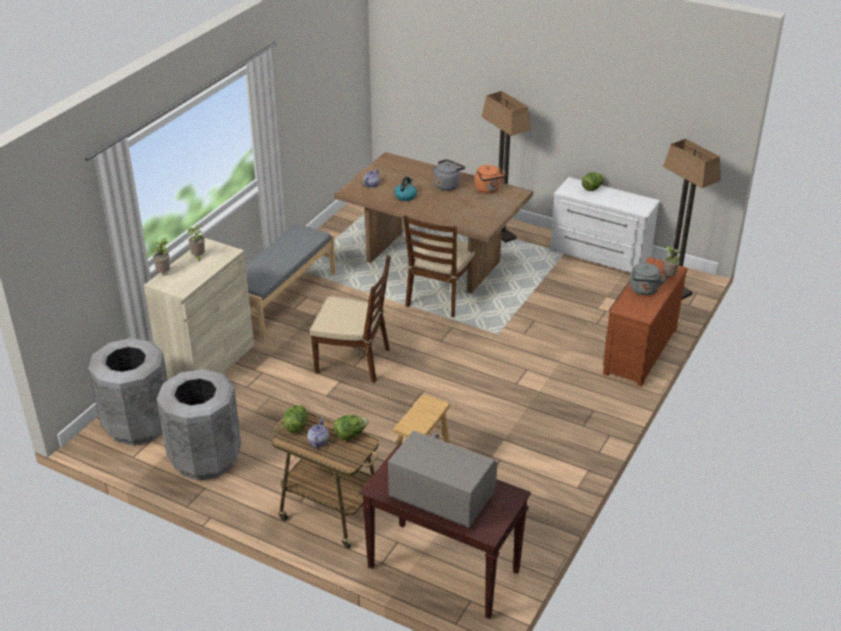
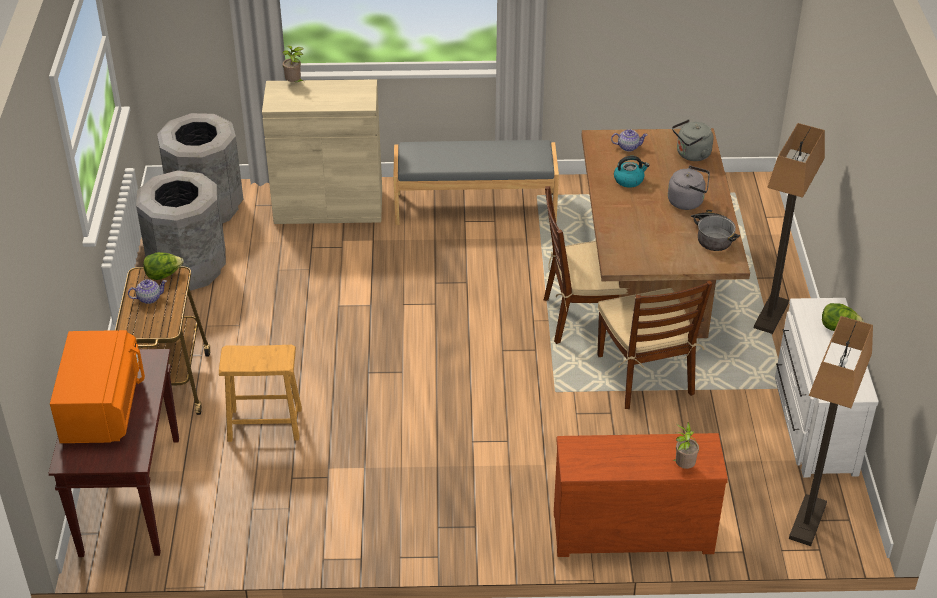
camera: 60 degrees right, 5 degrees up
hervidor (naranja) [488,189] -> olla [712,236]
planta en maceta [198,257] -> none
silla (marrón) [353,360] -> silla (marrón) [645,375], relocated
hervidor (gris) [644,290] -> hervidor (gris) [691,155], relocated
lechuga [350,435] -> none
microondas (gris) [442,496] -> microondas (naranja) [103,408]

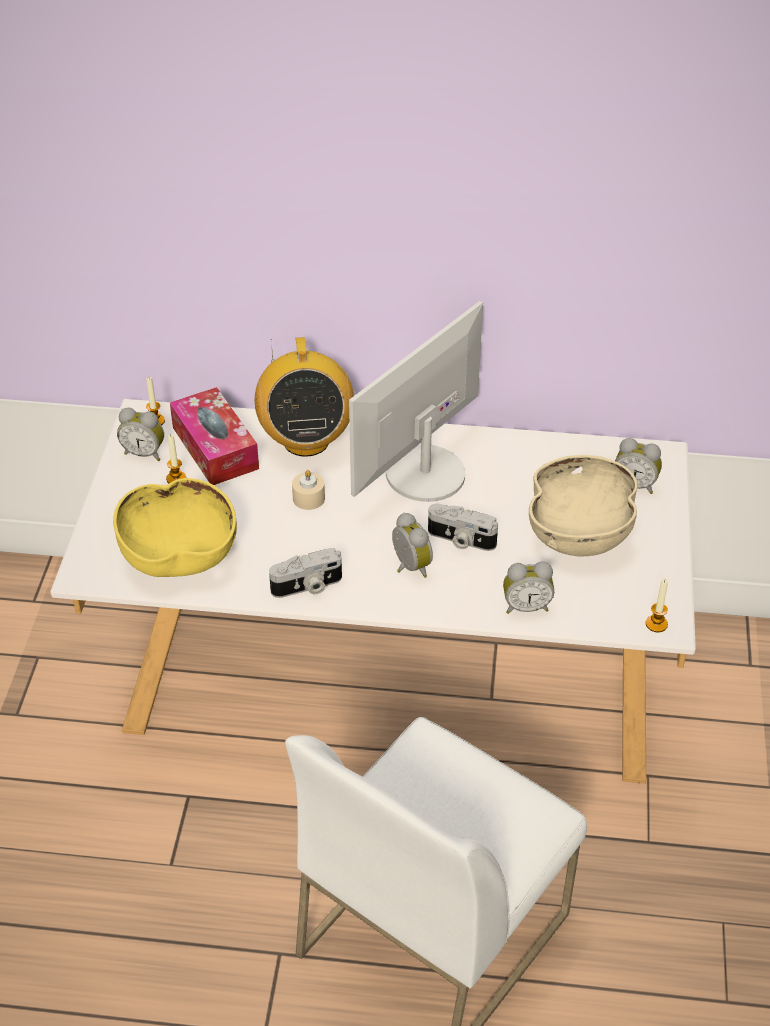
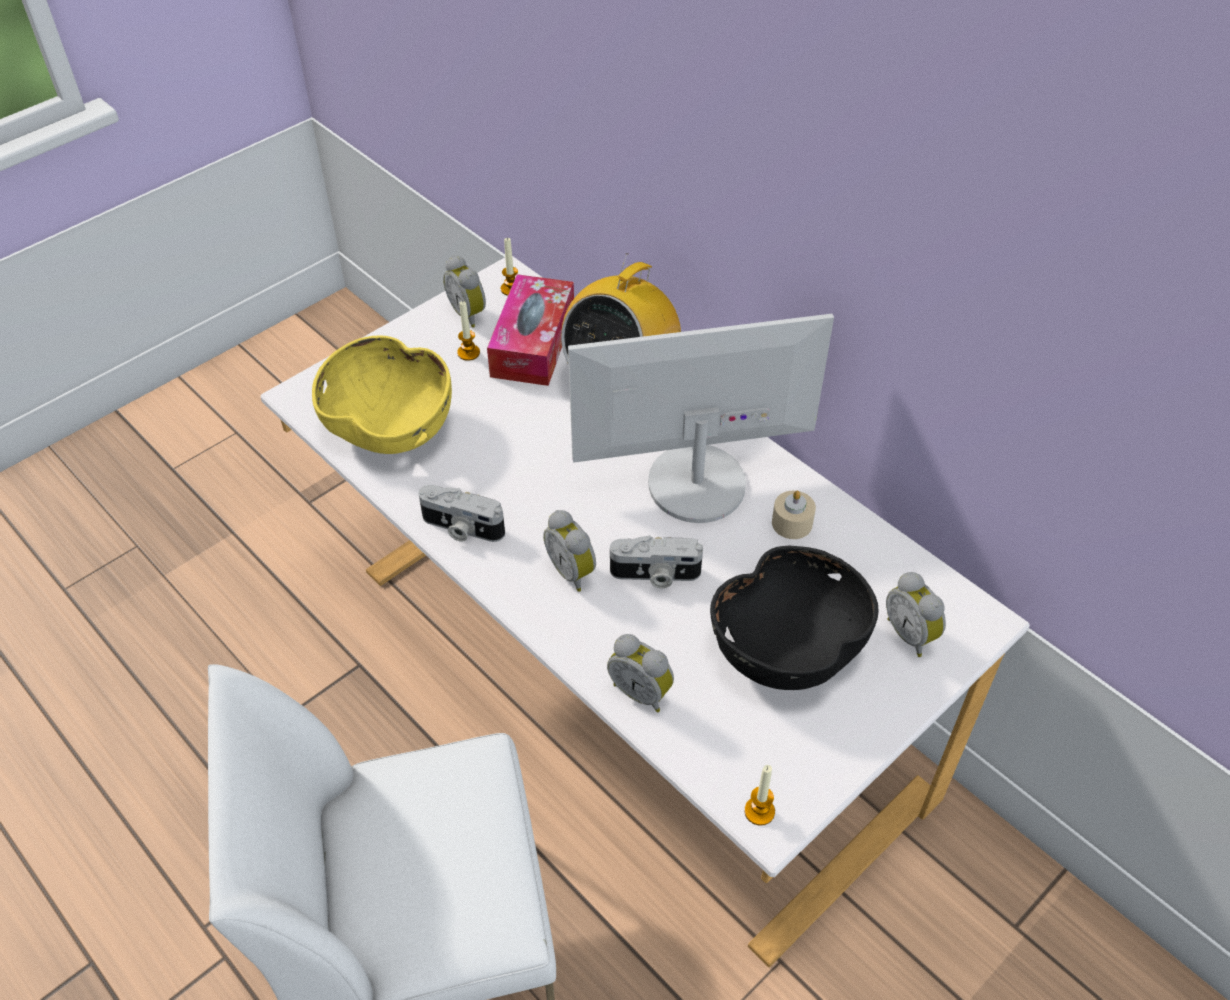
camera: 40 degrees right, 5 degrees up
cuenco (beis) [580,533] -> cuenco (negro) [788,649]
vela (beis) [308,498] -> vela (beis) [792,523], relocated
cámara [460,540] -> cámara [655,575], 60 degrees counterclockwise
despertador [409,567] -> despertador [573,571], 135 degrees clockwise

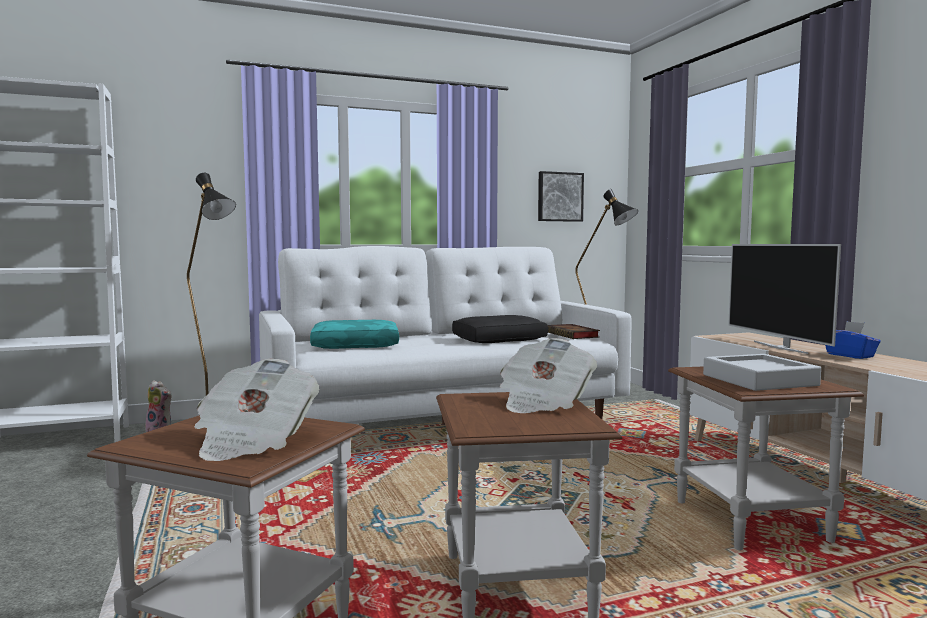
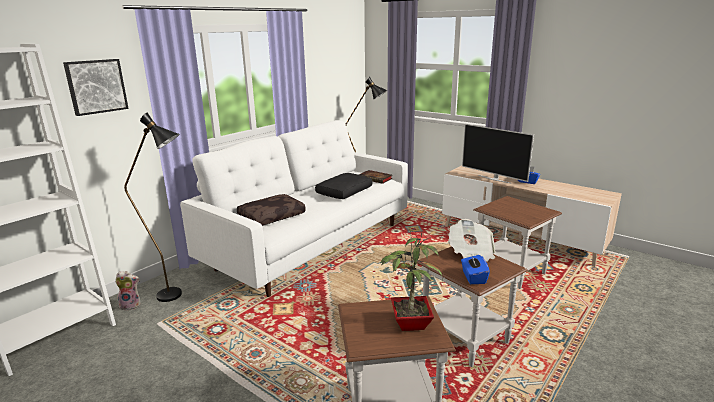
camera: 30 degrees left, 15 degrees up
cuadro [559,197] -> cuadro [96,86], relocated
cojín (turquesa) [356,345] -> cojín (marrón) [271,216]
bandeja (gris) [759,380] -> none
periódico [254,441] -> planta en maceta [409,324]
none -> caja de pañuelos (azul) [473,277]

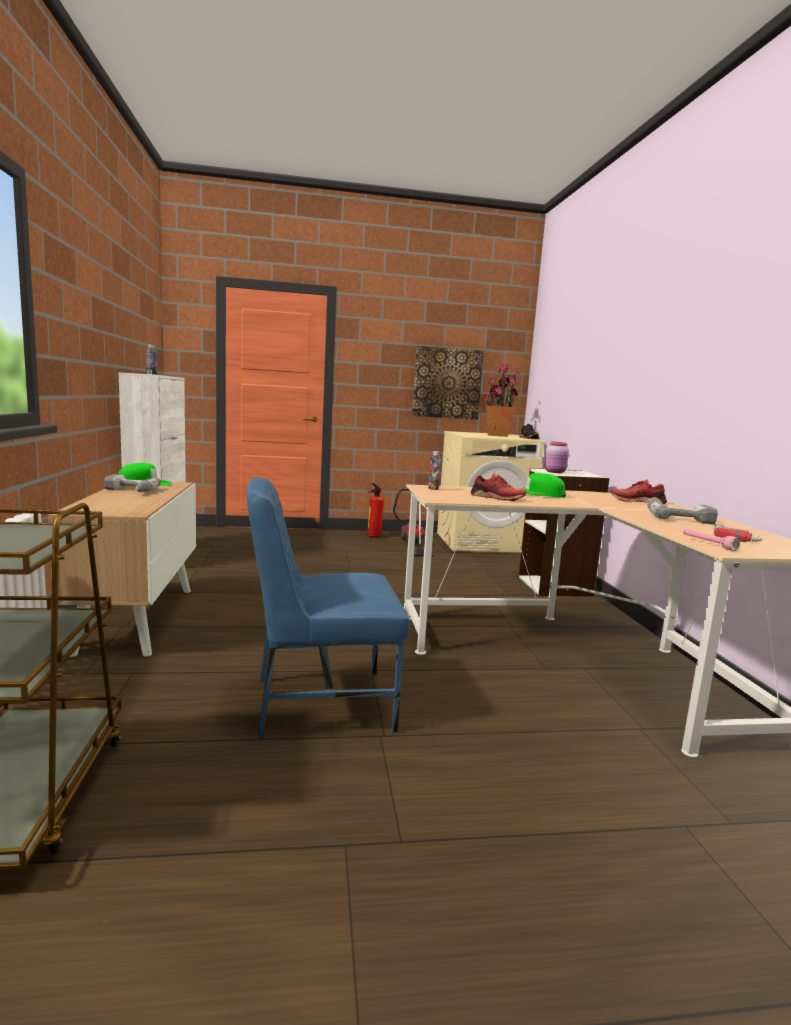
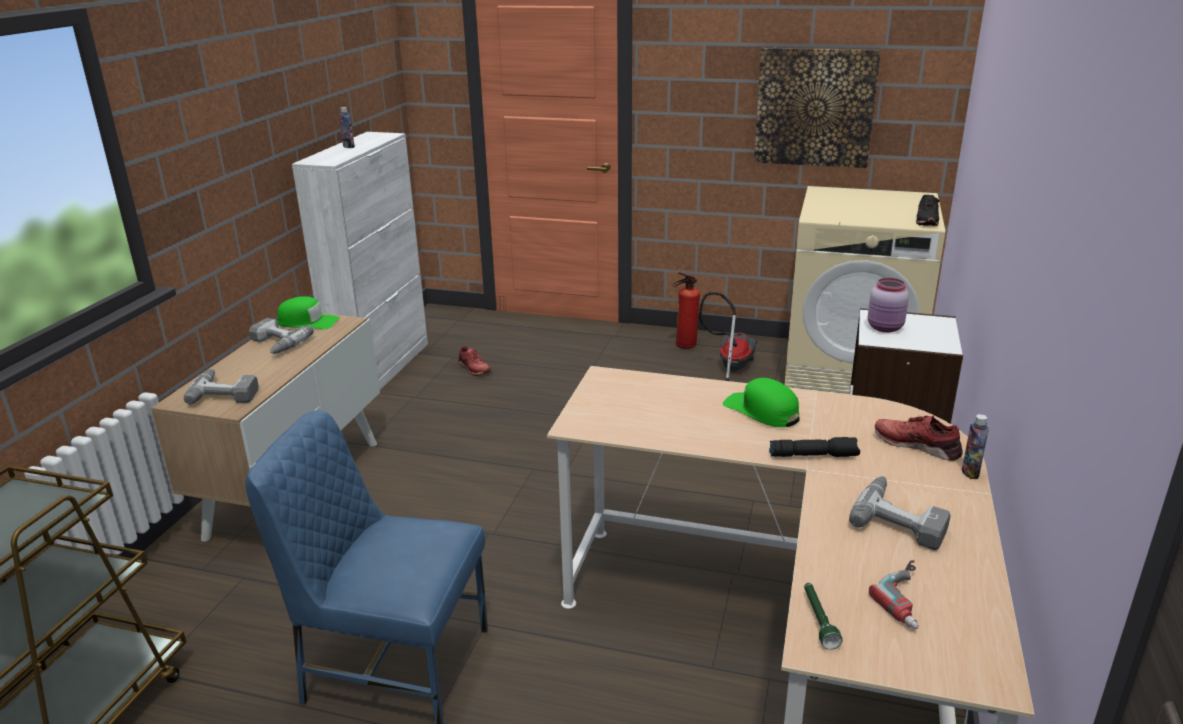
camera: 25 degrees right, 15 degrees up
planta en maceta [497,435] -> none
botella [433,489] -> botella [970,472], relocated
zapato (rojo) [497,497] -> zapato (rojo) [473,368], relocated
linterna (rosa) [707,544] -> linterna (verde) [818,620]
none -> taladro [227,391]
none -> linterna (negro) [813,455]

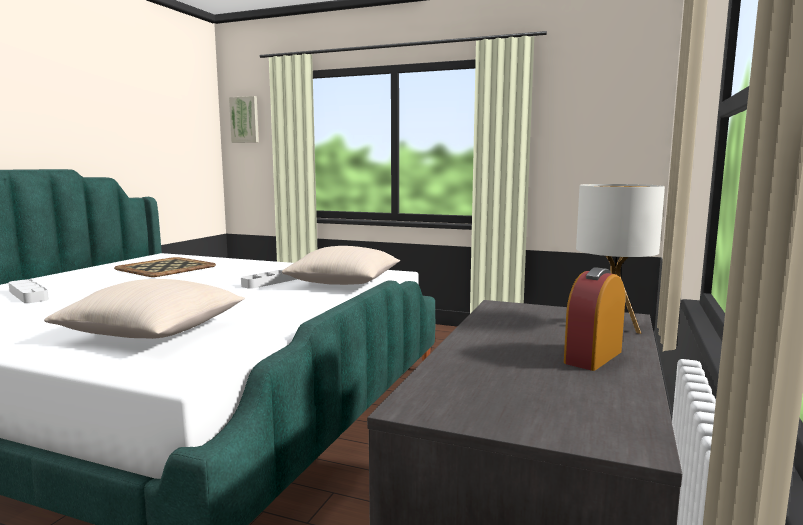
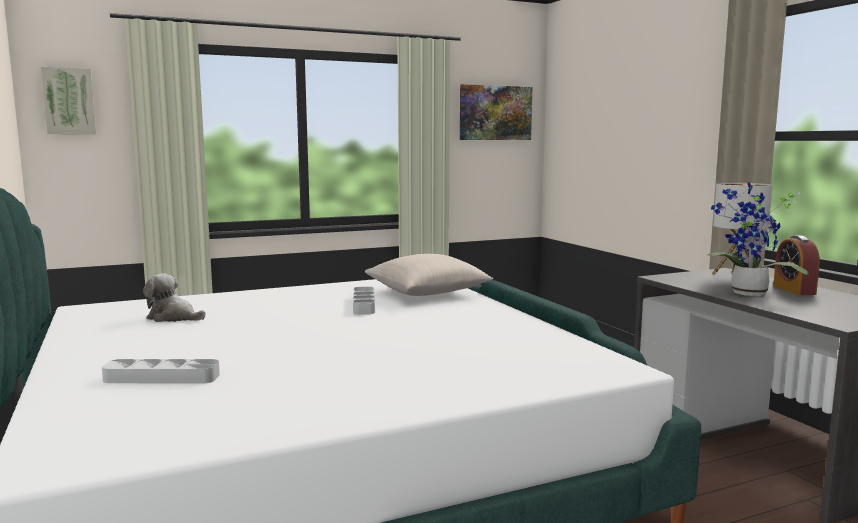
camera: 45 degrees left, 0 degrees up
bandeja [165,268] -> peluche [173,318]
cojín (beis) [154,332] -> none
none -> cuadro [495,113]
none -> planta en maceta [746,294]

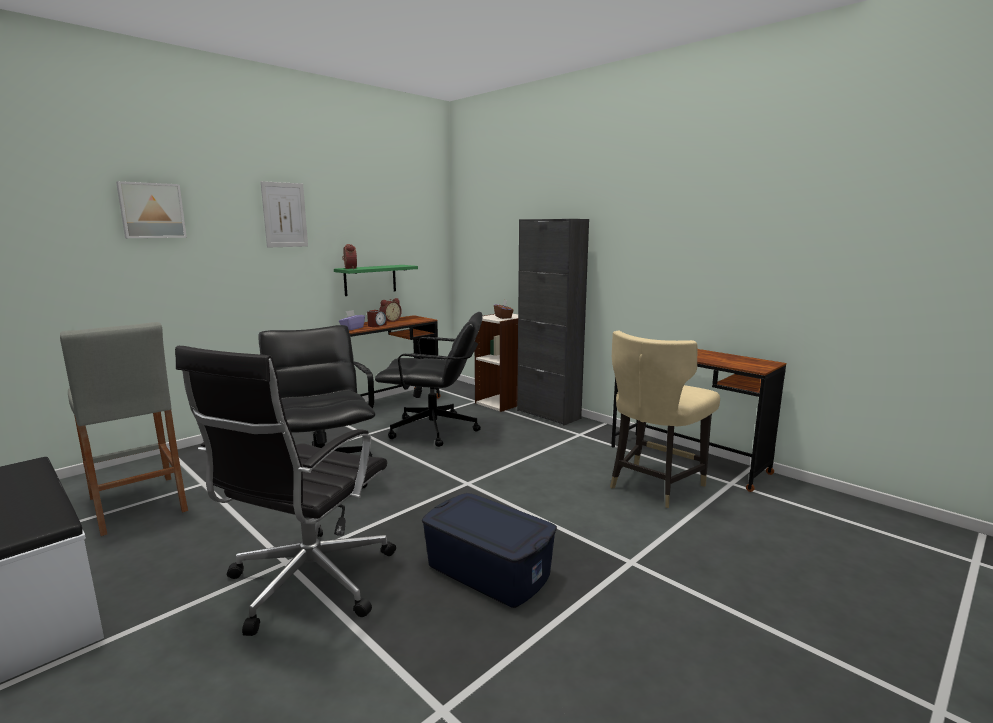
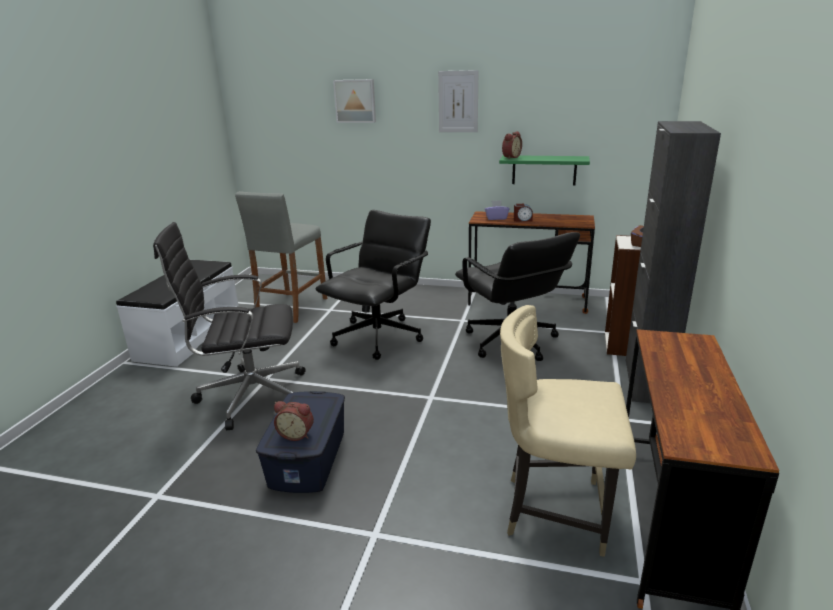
camera: 60 degrees right, 10 degrees up
despertador [390,321] -> despertador [296,434], relocated

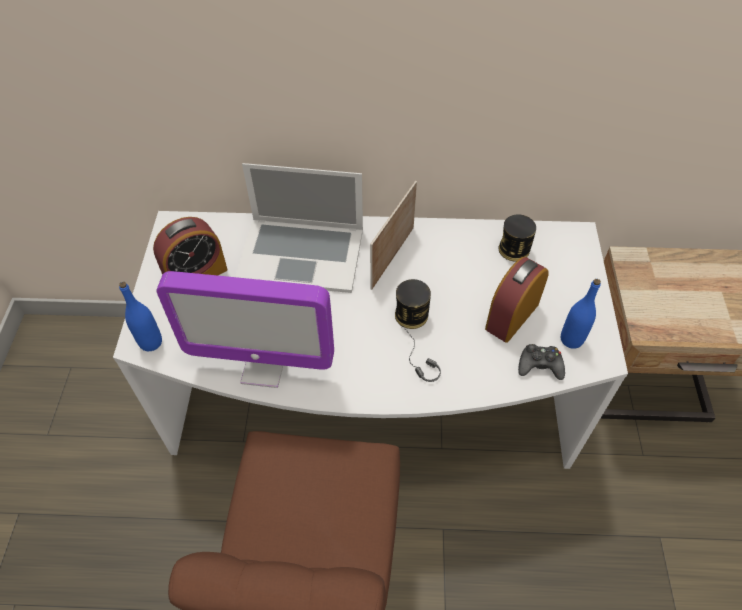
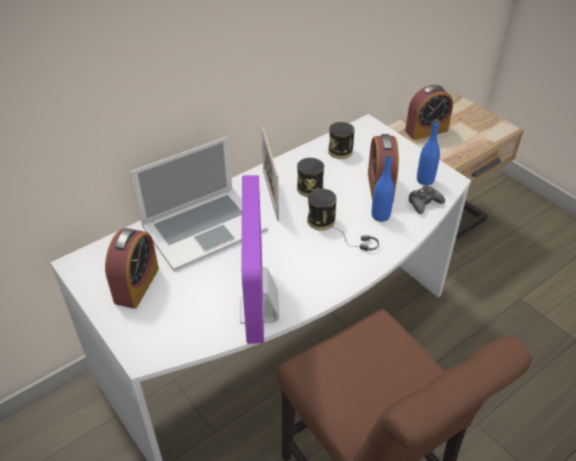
camera: 40 degrees left, 10 degrees down
monitor [263,367] -> monitor [259,310], 120 degrees clockwise
botella (azul) [151,342] -> botella (azul) [380,216], relocated
none -> despertador [426,131]
none -> lata [310,188]

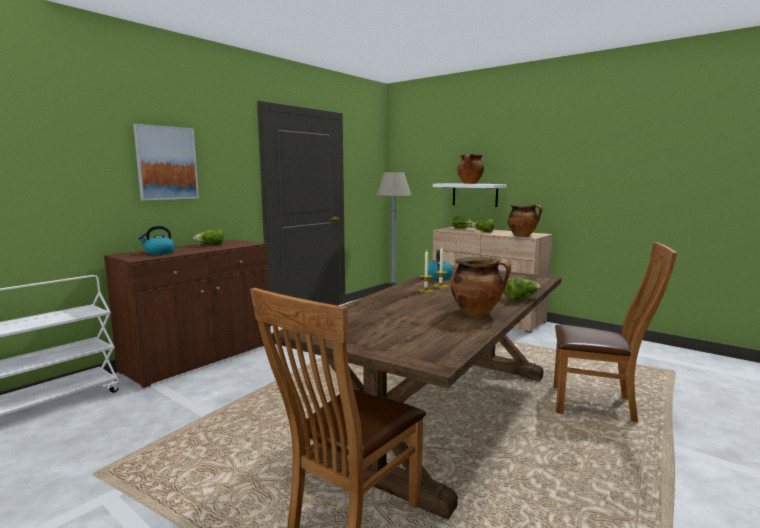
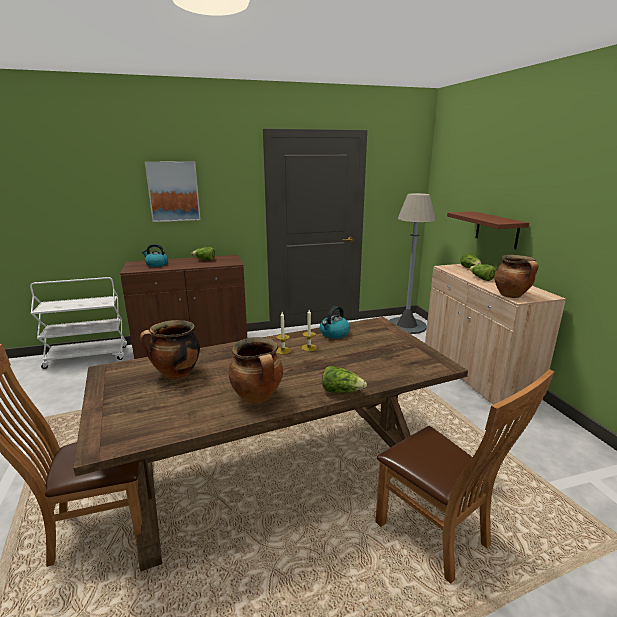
camera: 35 degrees right, 10 degrees up
olla [470,183] -> olla [176,374], relocated
estante (blanco) [474,194] -> estante (marrón) [497,230]

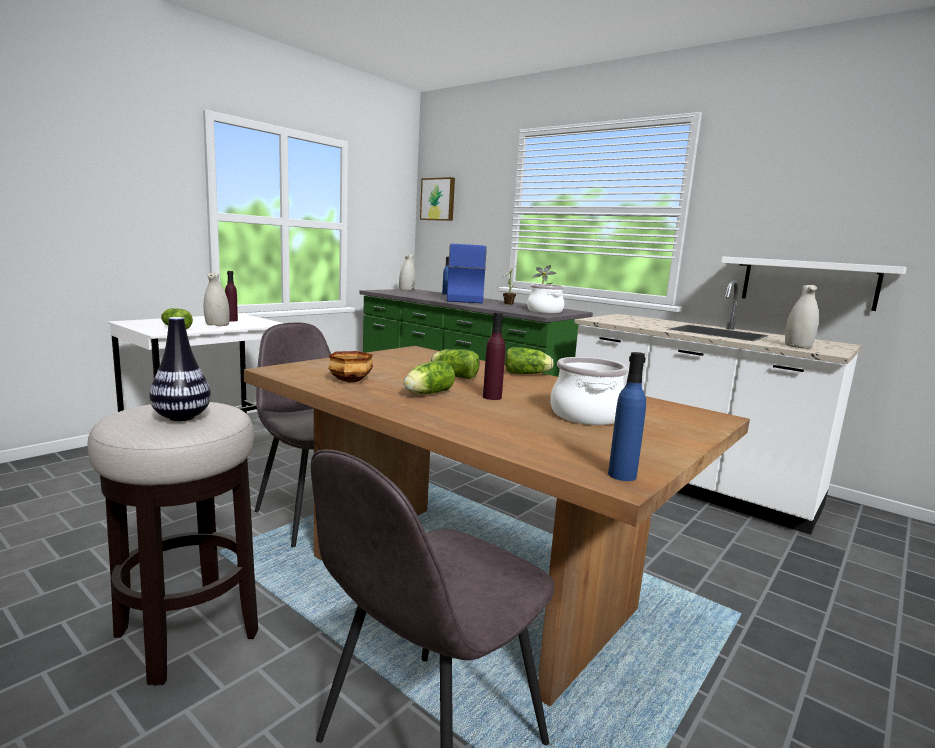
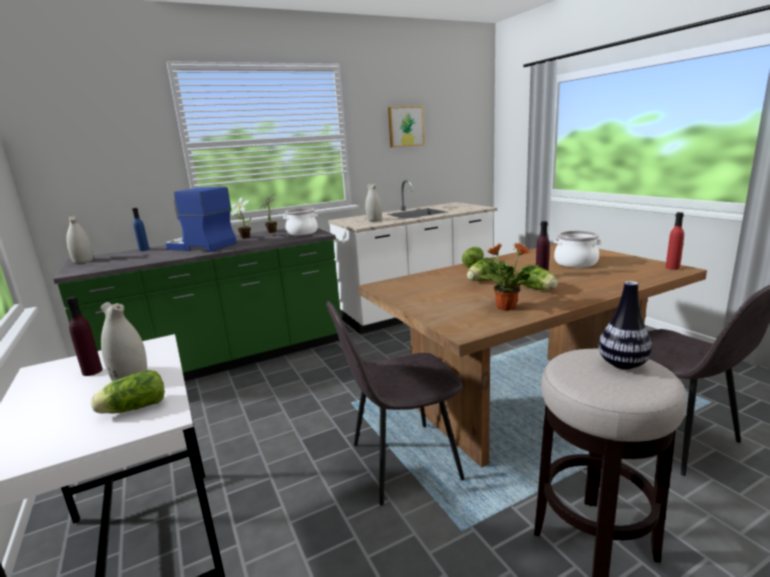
camera: 65 degrees left, 5 degrees up
cuadro [438,199] -> cuadro [405,126], relocated
estante (blanco) [808,283] -> none
florero (blanco) [798,346] -> florero (blanco) [374,220], relocated
cuenco [351,381] -> planta en maceta [505,307]
botella (azul) [622,475] -> botella (rojo) [672,267]

